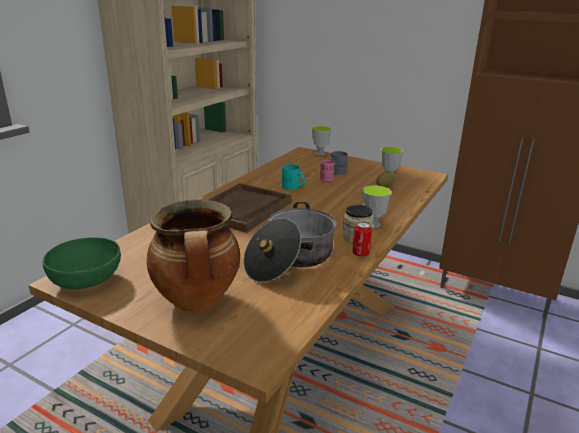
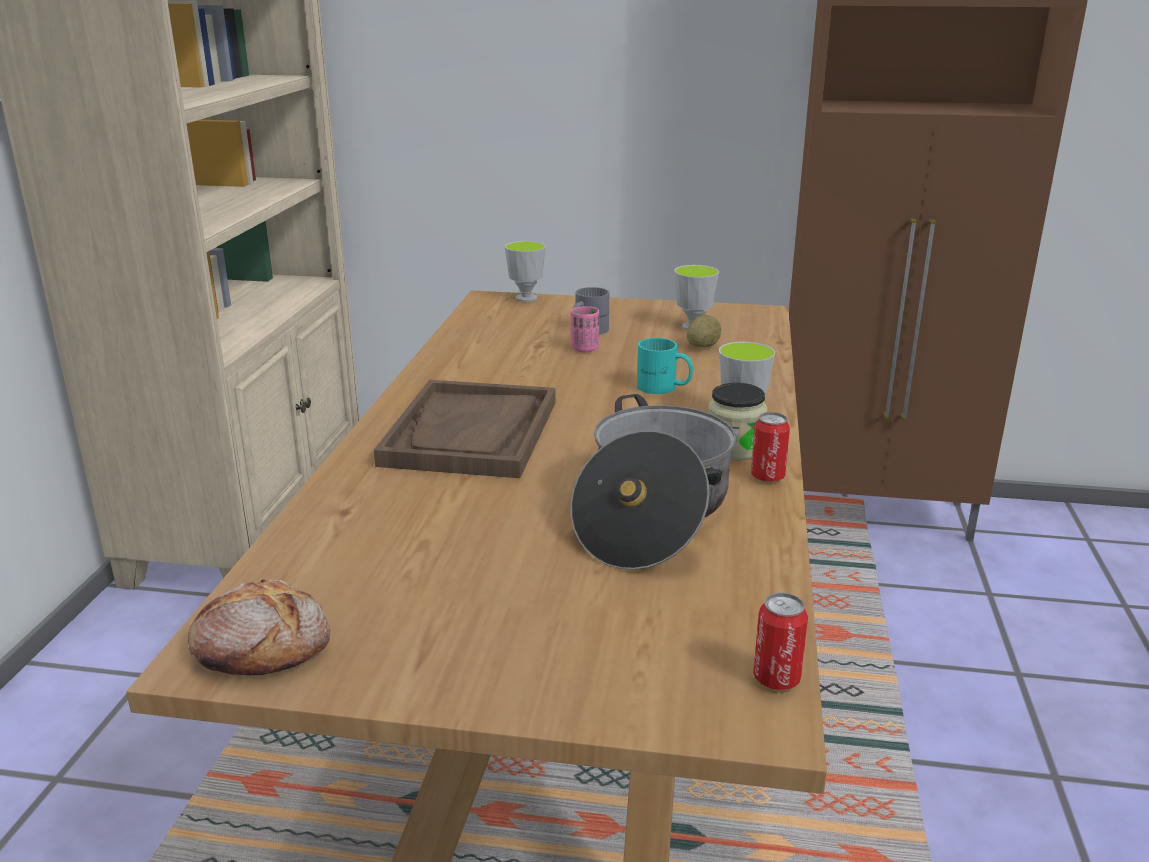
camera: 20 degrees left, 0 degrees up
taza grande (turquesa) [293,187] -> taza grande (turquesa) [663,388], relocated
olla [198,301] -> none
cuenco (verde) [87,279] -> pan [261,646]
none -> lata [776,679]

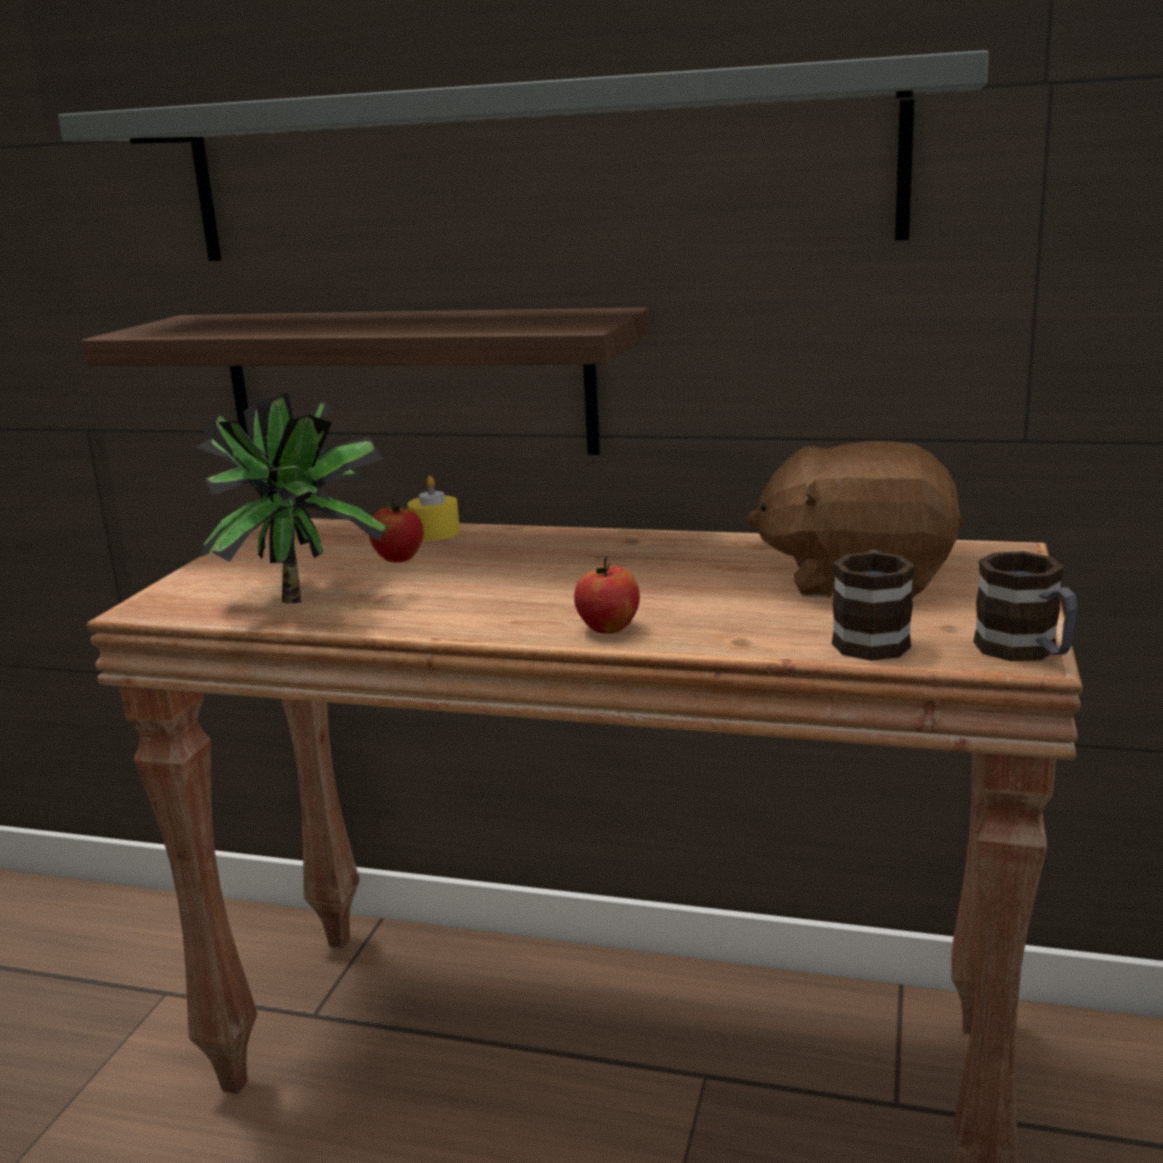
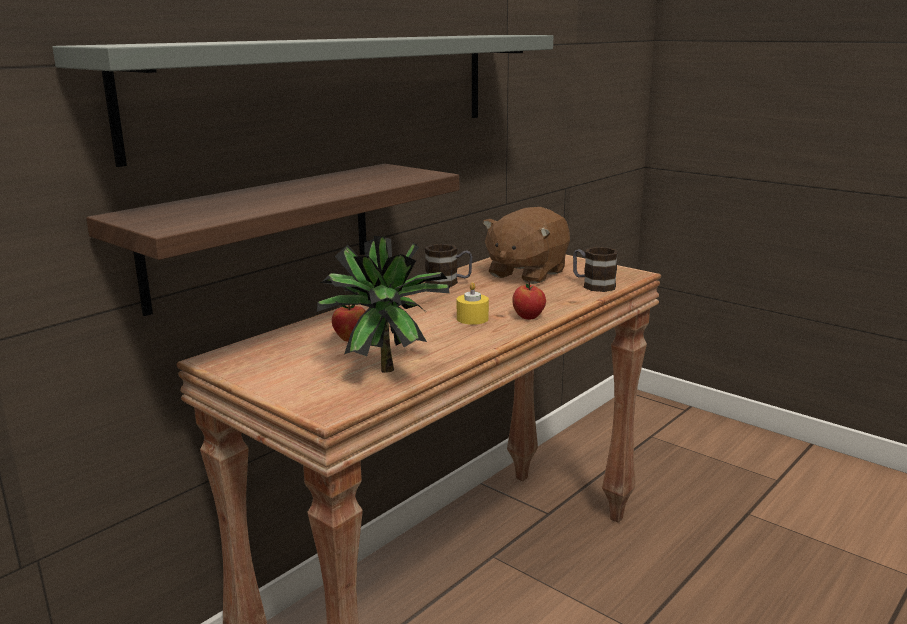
camera: 65 degrees left, 0 degrees up
vela (amarillo) [435,533] -> vela (amarillo) [472,318], relocated
taza grande [1026,652] -> taza grande [448,283], relocated

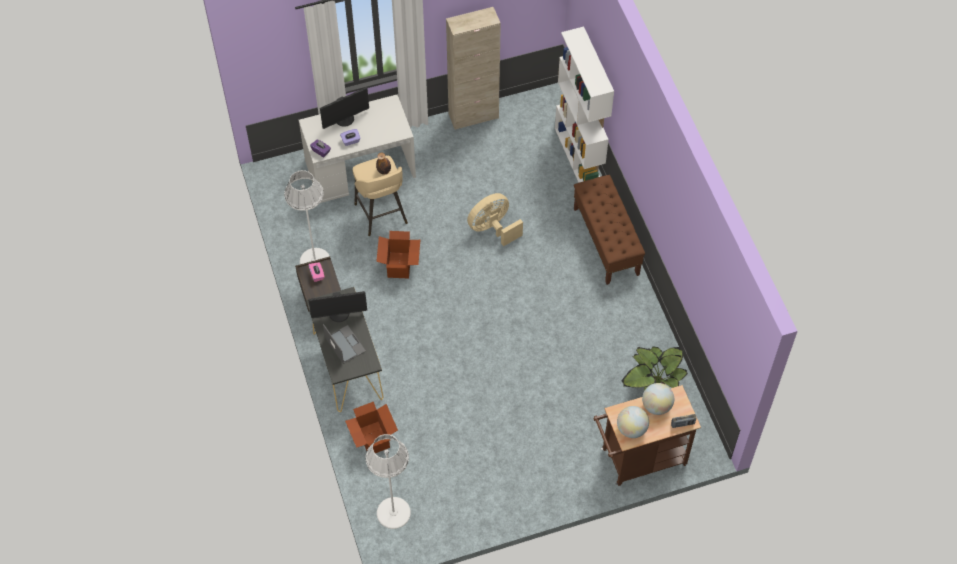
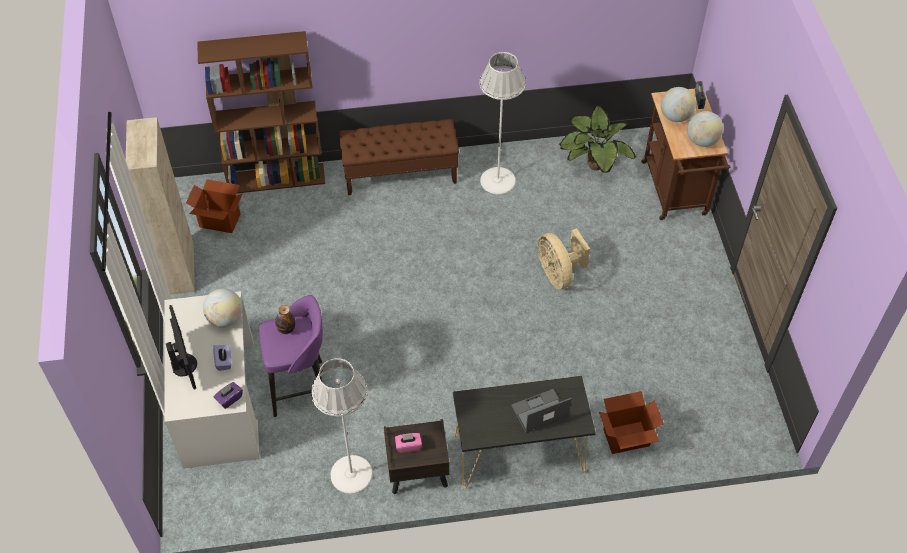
camera: 80 degrees left, 5 degrees down
estantería (blanco) [579,156] -> estantería (marrón) [277,178]
taburete (beis) [381,215] -> taburete (morado) [300,388]
ventilador (beis) [493,228] -> ventilador (beis) [558,274], relocated
caja de cartón [399,265] -> caja de cartón [220,220], relocated
monitor [339,314] -> none
lámpara de pie (blanco) [393,513] -> lámpara de pie (blanco) [498,181], relocated
none -> globo terráqueo [225,318]

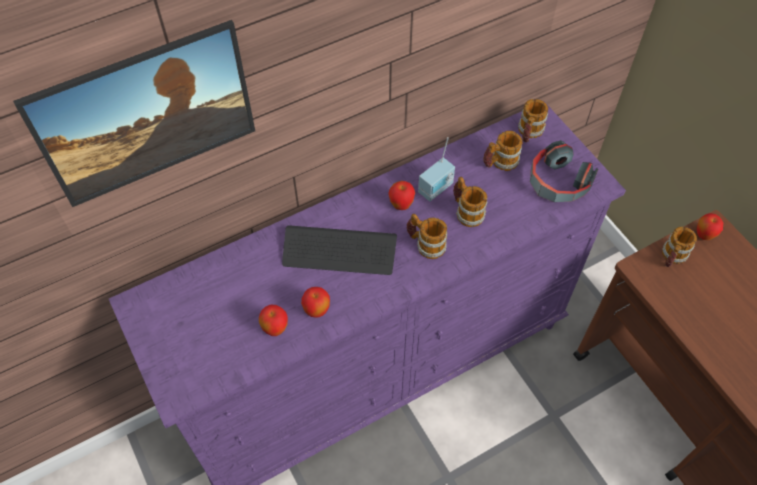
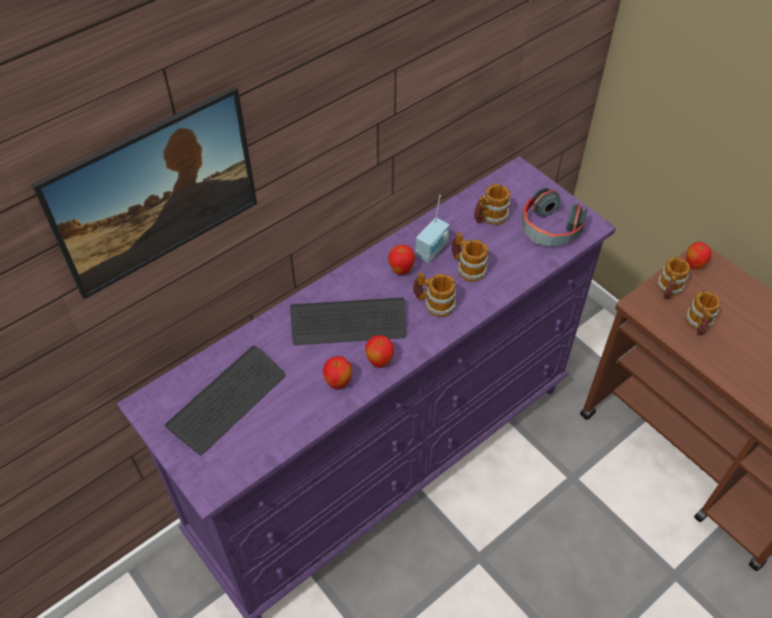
camera: 10 degrees left, 5 degrees down
taza grande [529,133] -> taza grande [698,324], relocated
manzana [275,329] -> manzana [379,362], relocated
none -> teclado [227,401]

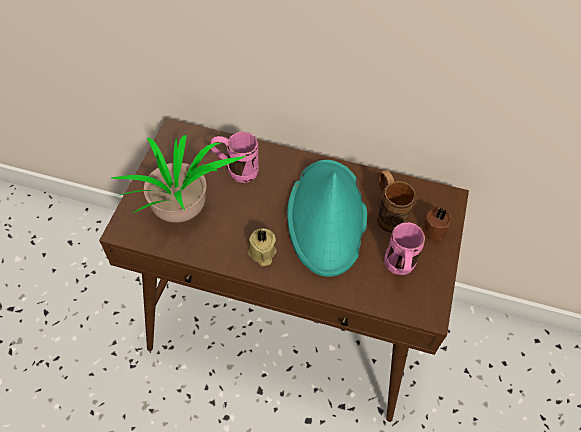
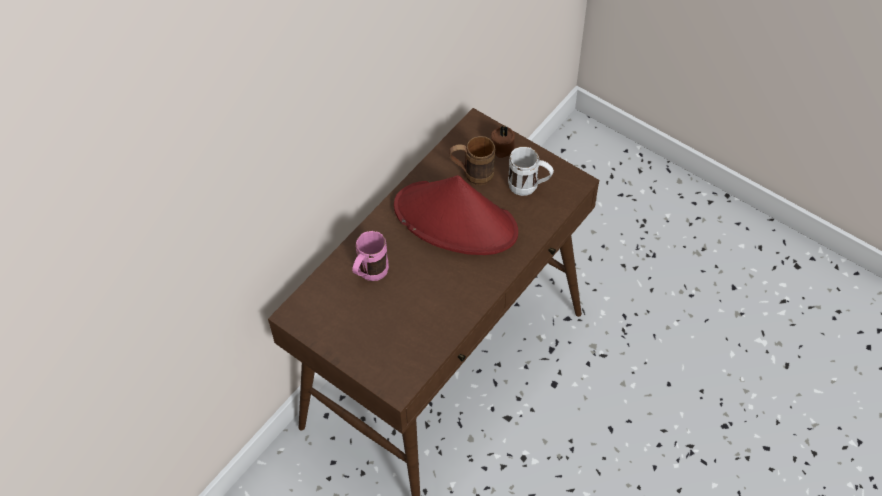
camera: 65 degrees left, 0 degrees up
planta en maceta [182,213] -> none
sombrero (turquesa) [327,218] -> sombrero (rojo) [456,220]
taza grande (rosa) [398,269] -> taza grande (blanco) [529,187]
vela (beis) [262,253] -> none

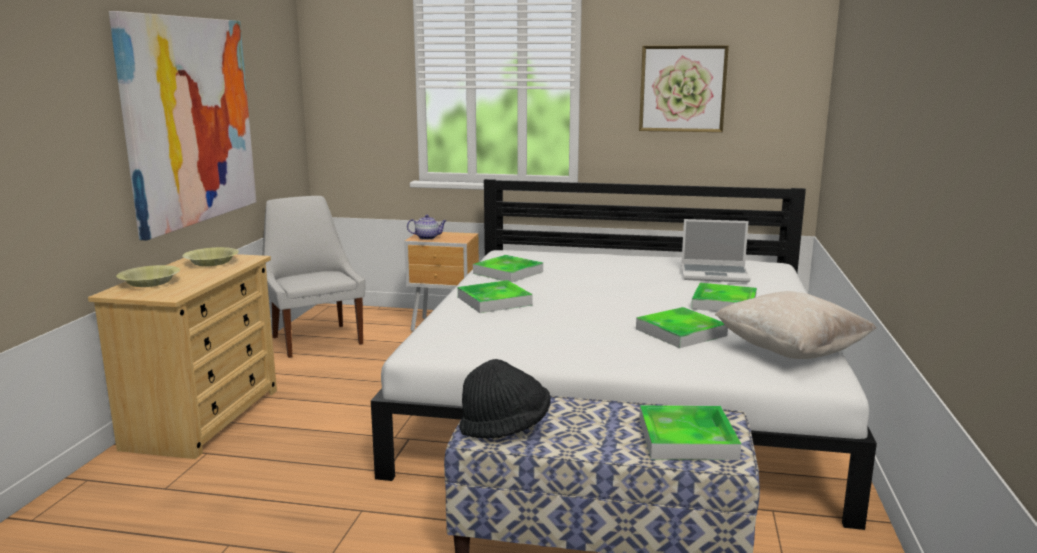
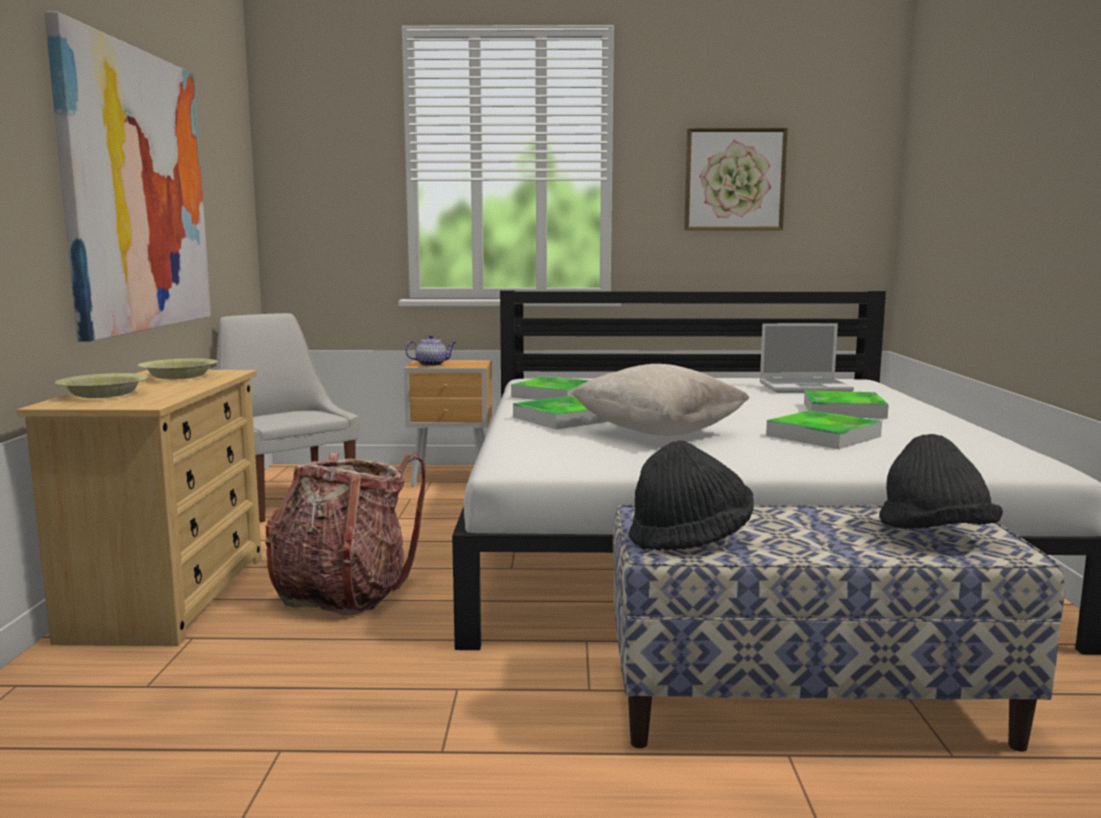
camera: 10 degrees left, 5 degrees down
cojín (beis) [790,352] -> cojín (beis) [658,433], relocated
bandeja [687,438] -> sombrero (negro) [934,535]
none -> mochila [343,593]

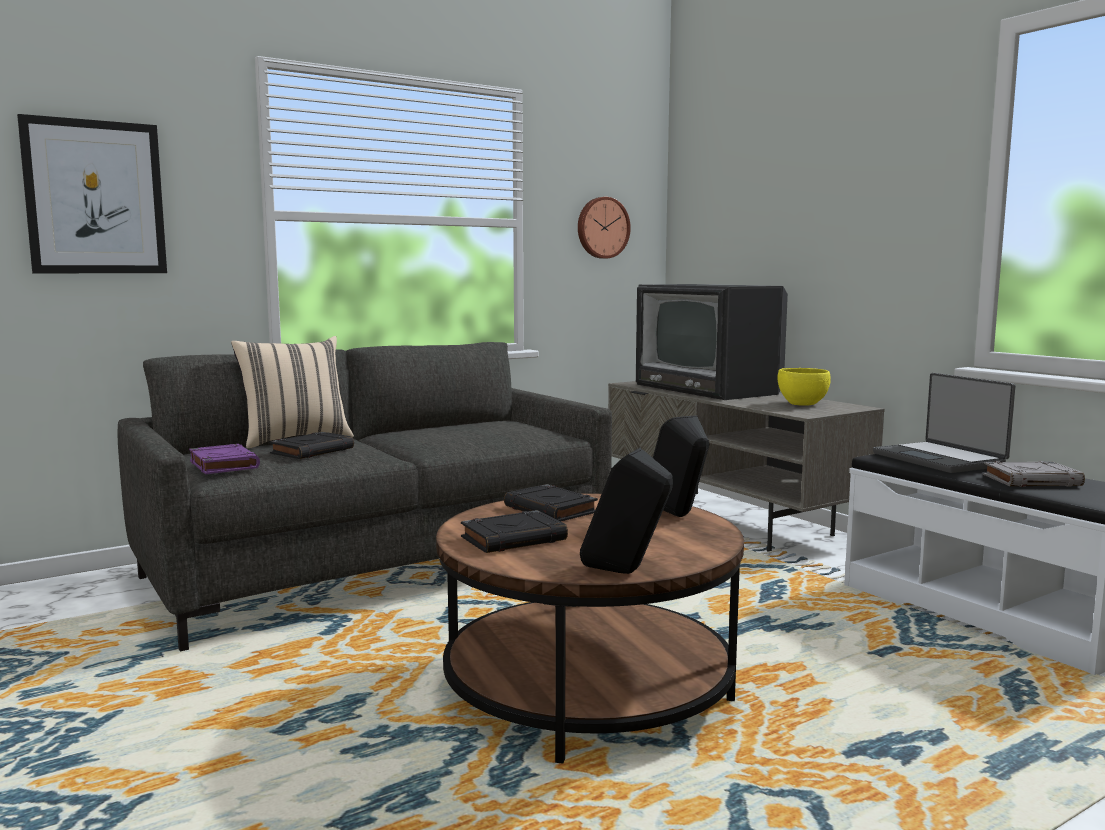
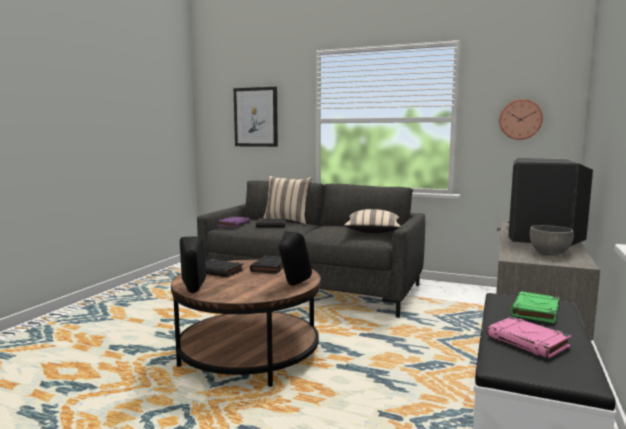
camera: 55 degrees right, 0 degrees up
cuenco (amarillo) [802,404] -> cuenco (gris) [549,254]
portátil [940,459] -> libro (verde) [535,311]
libro (gris) [1032,480] -> libro (rosa) [528,342]
none -> cojín (beis) [372,232]

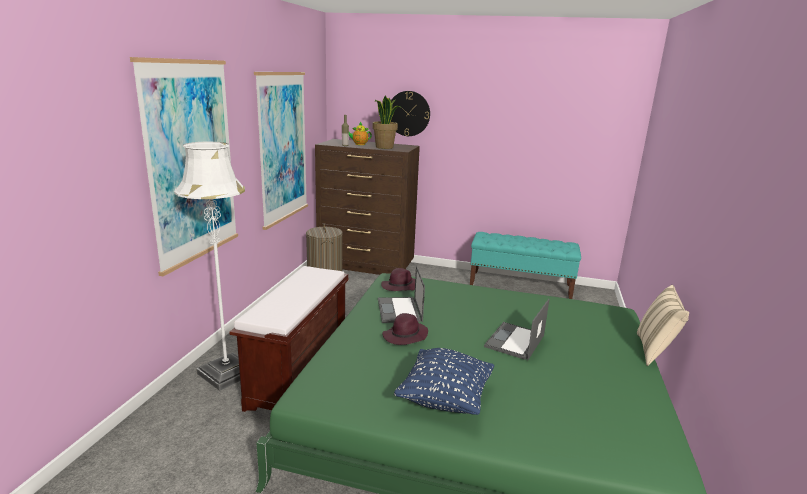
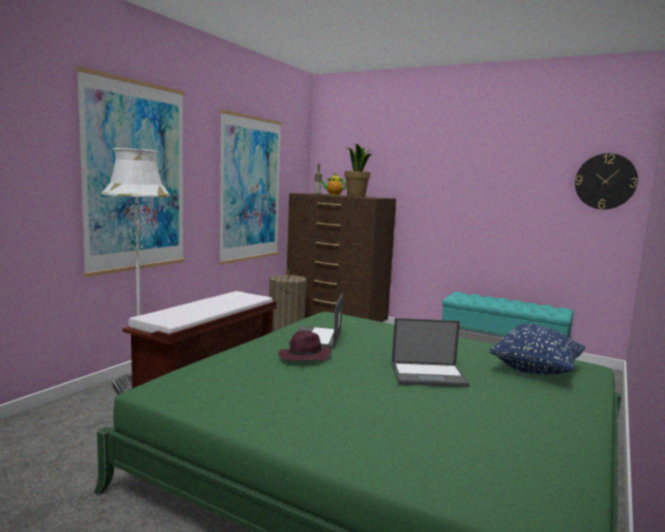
camera: 15 degrees right, 10 degrees down
reloj de pared [408,113] -> reloj de pared [605,181], relocated
sombrero (morado) [399,287] -> none
cojín (beis) [655,351] -> none
portátil [514,341] -> portátil [429,375], 135 degrees counterclockwise
cojín (azul) [444,399] -> cojín (azul) [535,370], relocated

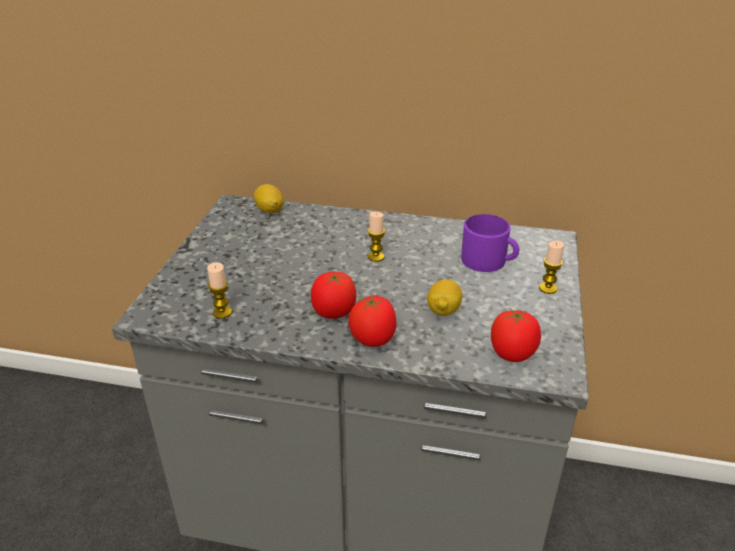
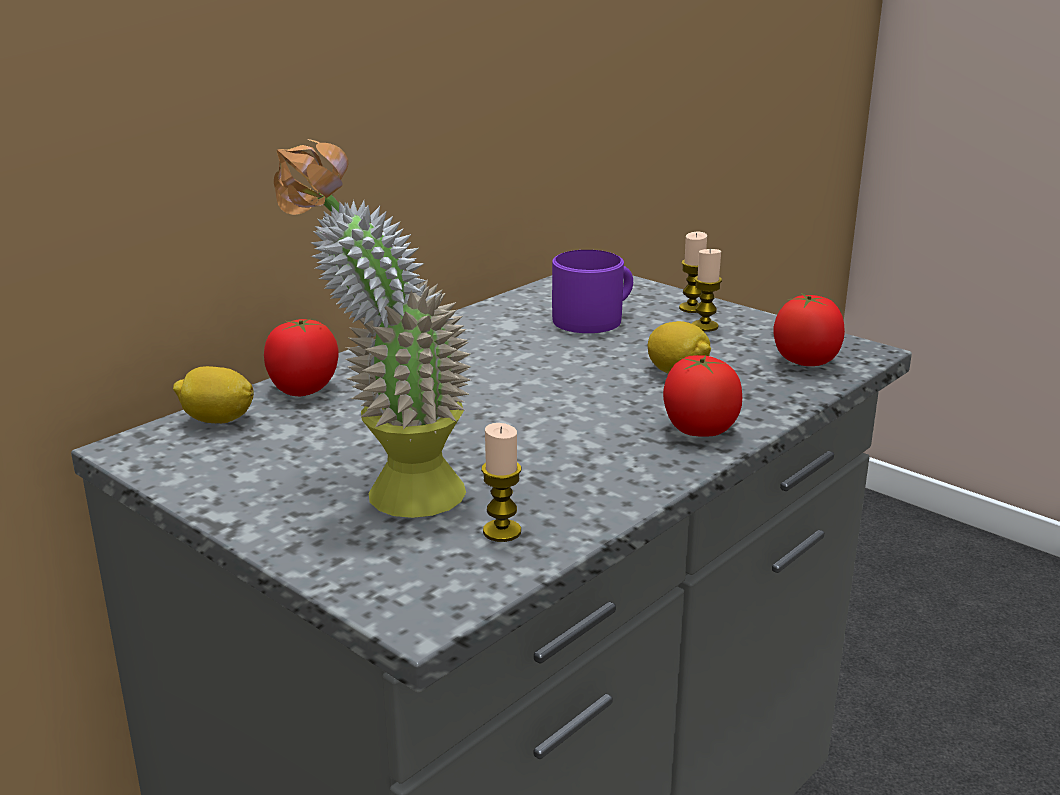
camera: 60 degrees left, 10 degrees down
vela [376,257] -> vela [704,326], relocated
tomate [333,312] -> tomate [303,389], relocated
none -> planta en maceta [390,494]

